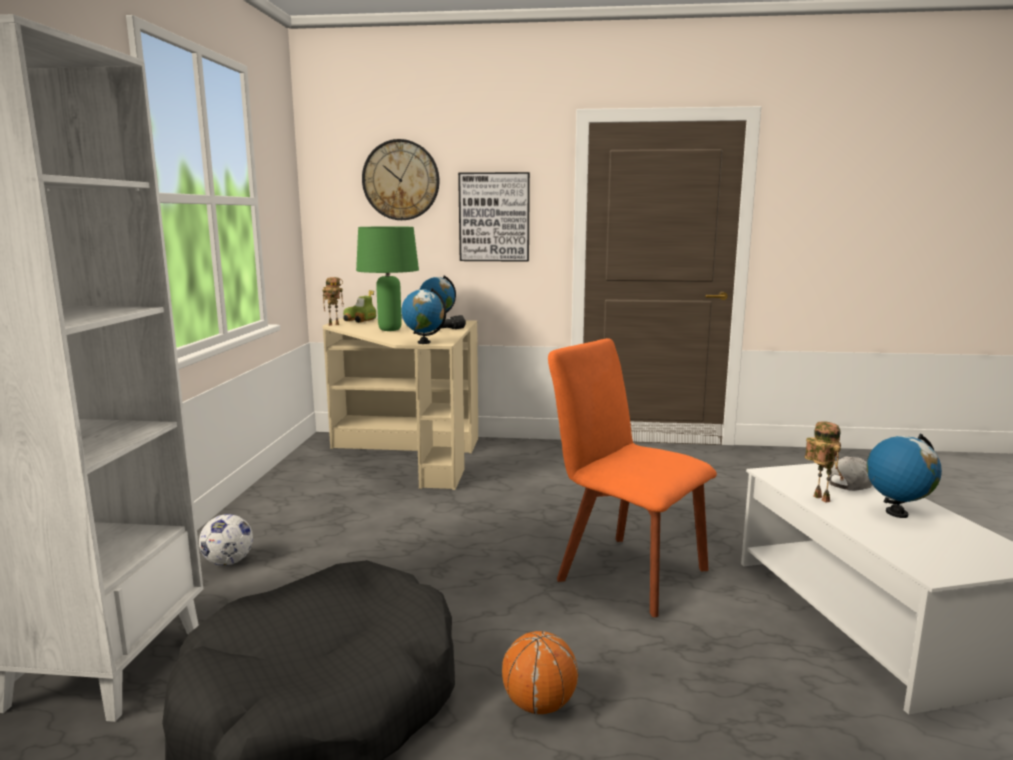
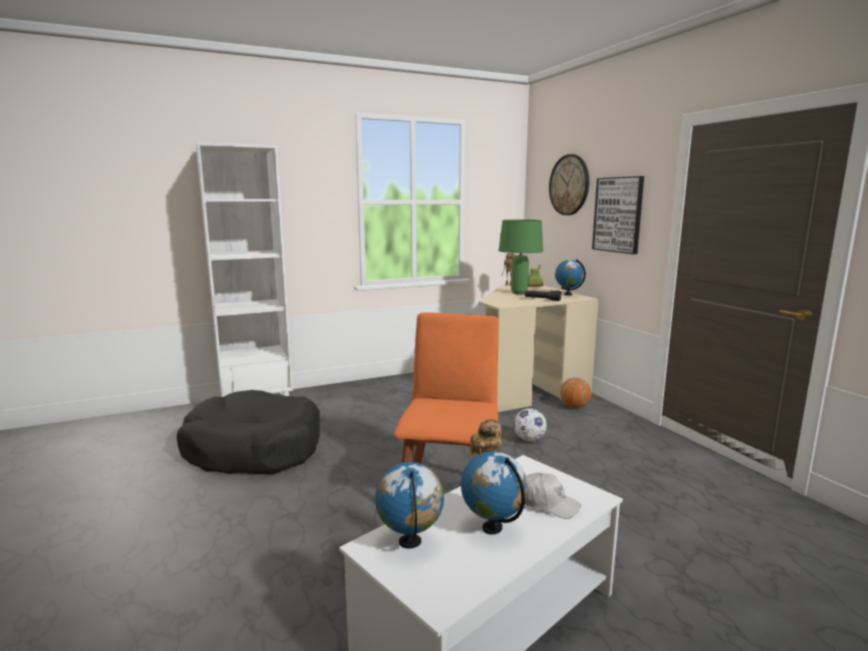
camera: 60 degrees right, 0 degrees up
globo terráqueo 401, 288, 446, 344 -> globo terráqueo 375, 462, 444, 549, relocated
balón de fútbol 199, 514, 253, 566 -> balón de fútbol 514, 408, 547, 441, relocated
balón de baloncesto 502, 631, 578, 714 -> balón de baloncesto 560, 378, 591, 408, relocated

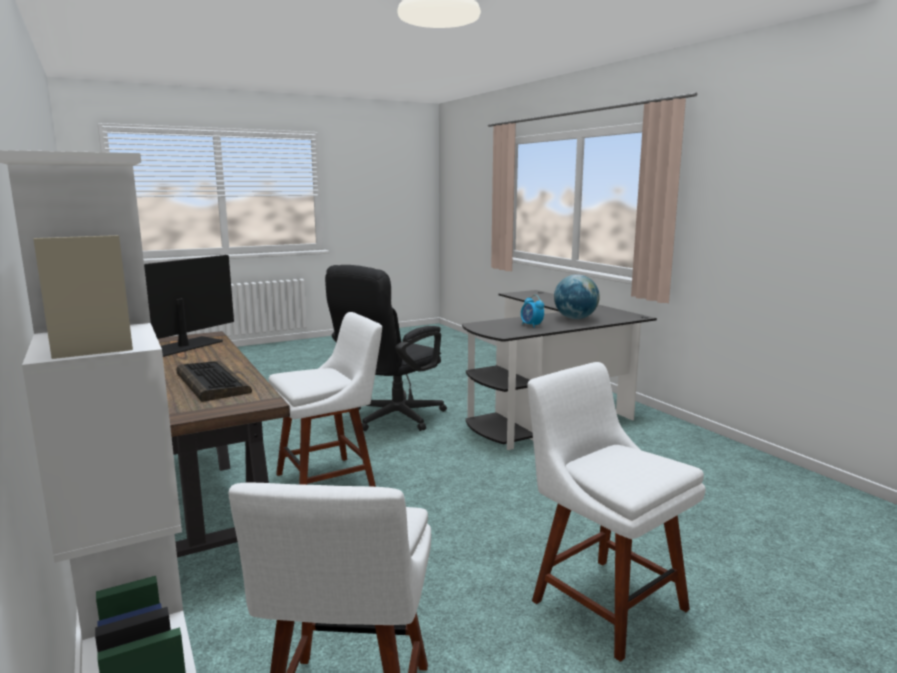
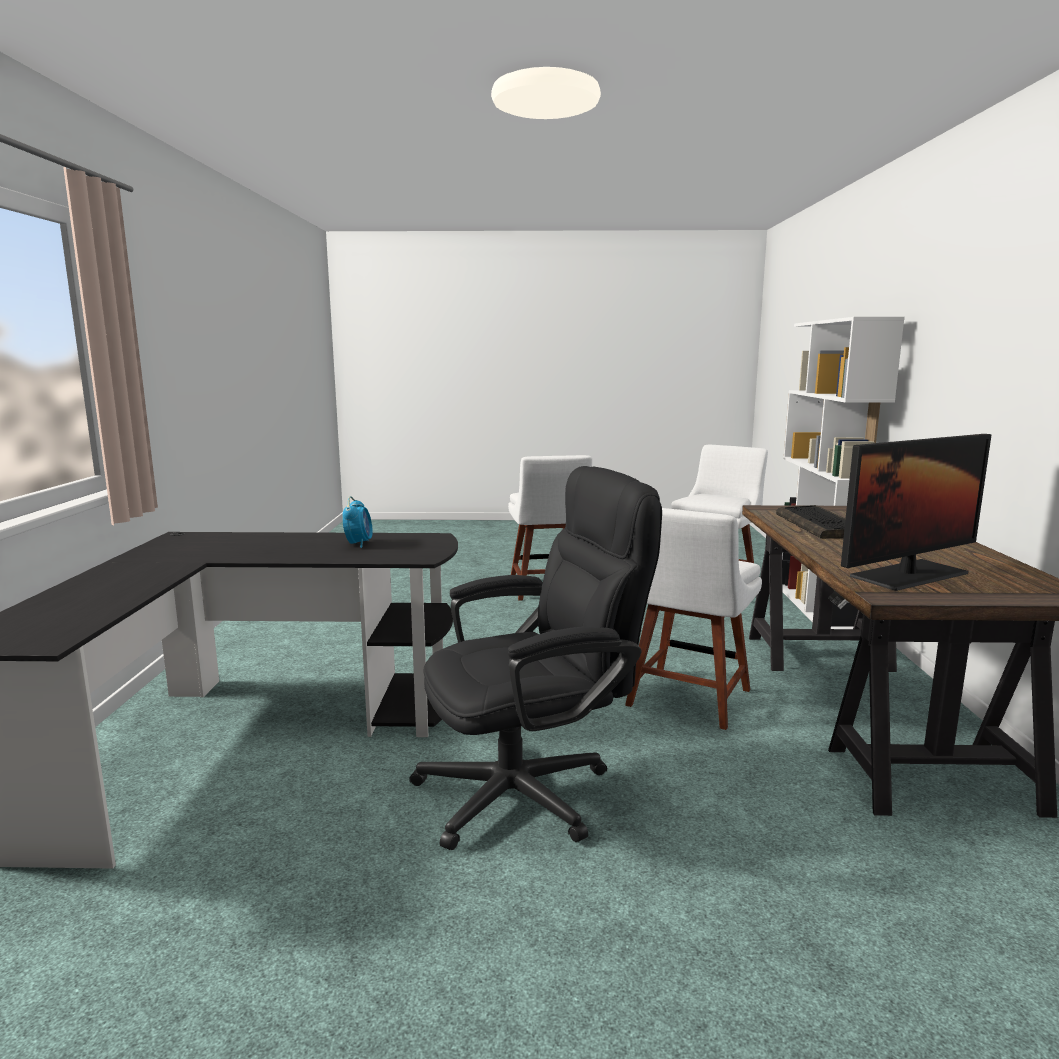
camera: 150 degrees left, 0 degrees up
globo terráqueo 554, 274, 600, 319 -> none
silla (blanco) 268, 312, 382, 487 -> silla (blanco) 625, 508, 762, 730, 60 degrees counterclockwise

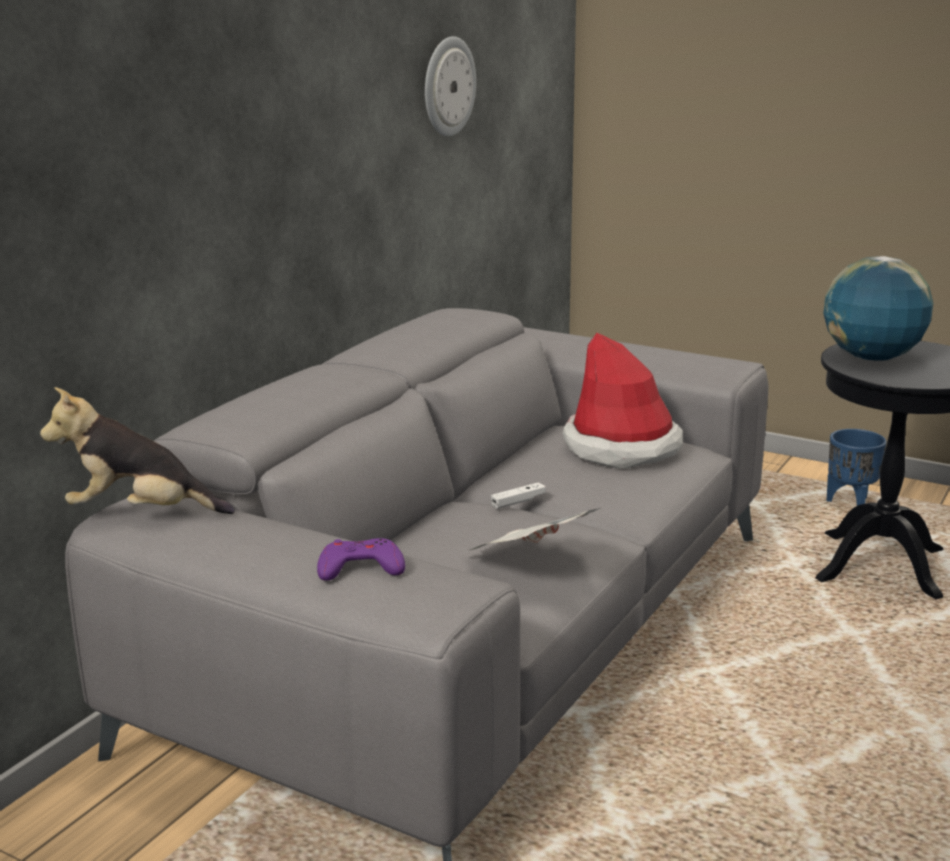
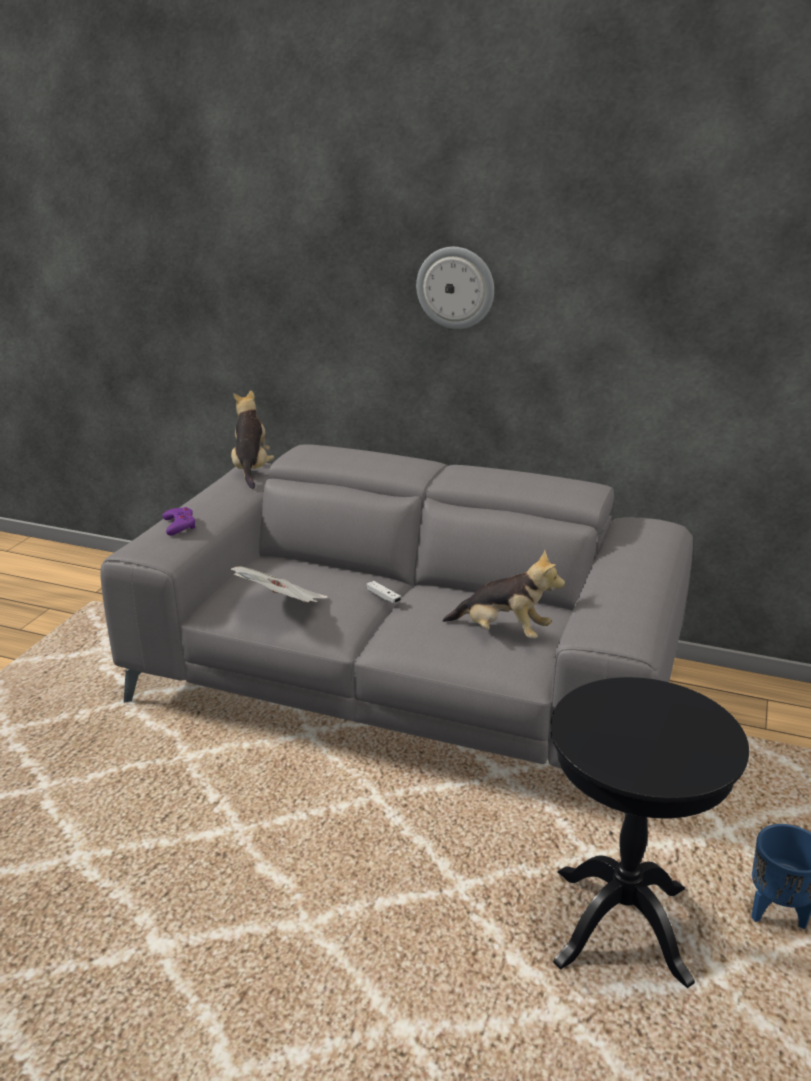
camera: 80 degrees right, 5 degrees up
reloj de pared 425, 36, 476, 136 -> reloj de pared 416, 247, 494, 329, relocated
globo terráqueo 823, 256, 934, 361 -> none
sombrero 562, 333, 683, 469 -> peluche 442, 550, 565, 639

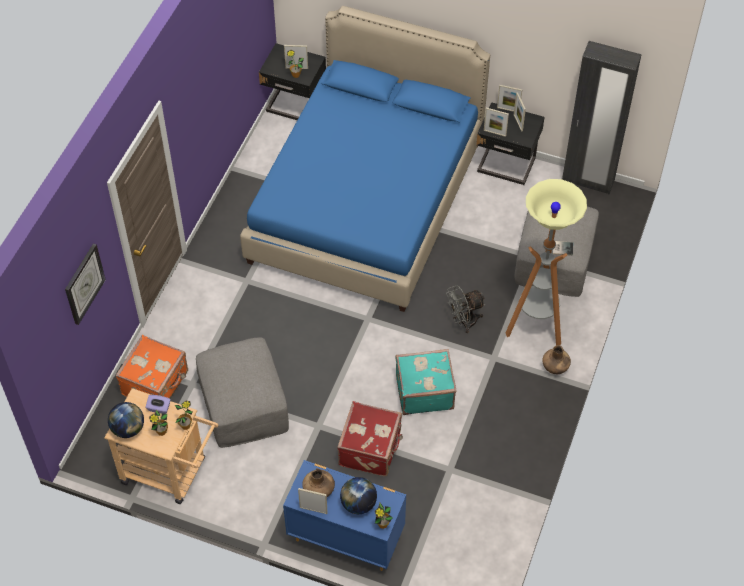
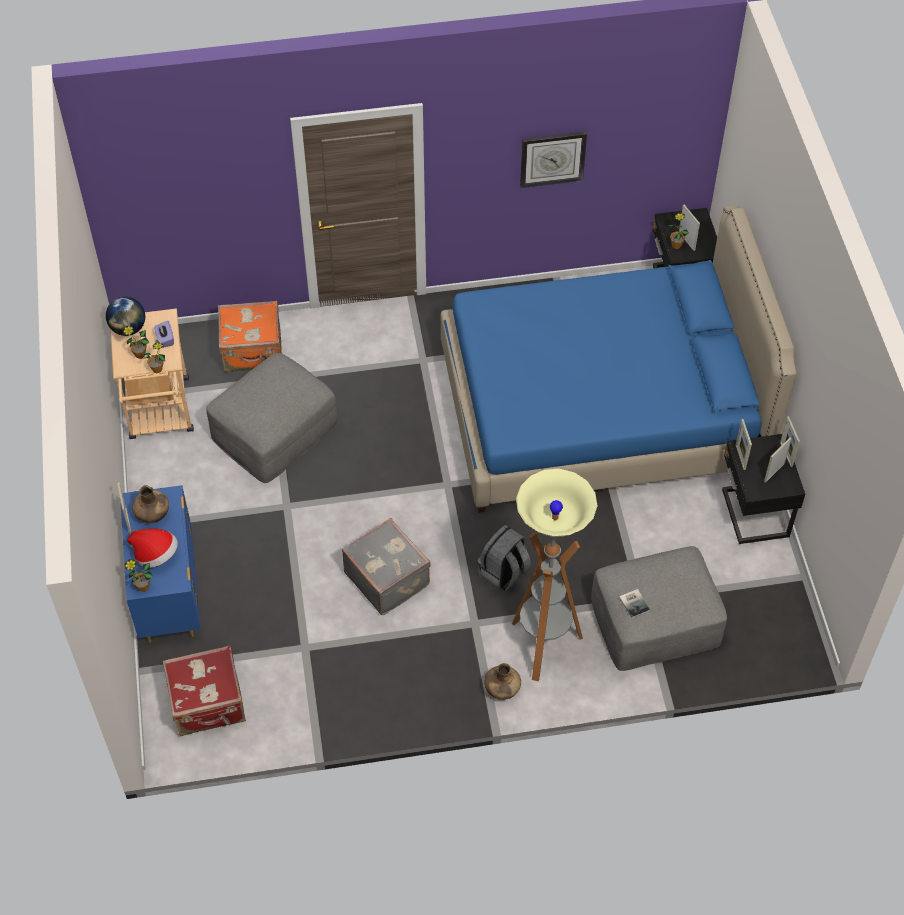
camera: 60 degrees right, 0 degrees up
armario ropero (negro) 562, 41, 642, 194 -> none
reloj de pared 65, 243, 106, 325 -> reloj de pared 520, 132, 587, 188, relocated
ventilador (gris) 446, 285, 486, 333 -> mochila (gris) 477, 525, 531, 591
maleta (turquesa) 396, 349, 457, 415 -> maleta (gris) 342, 518, 431, 615
maleta (rojo) 337, 401, 403, 476 -> maleta (rojo) 163, 645, 246, 736, relocated
globo terráqueo 340, 477, 377, 514 -> sombrero 127, 528, 178, 568

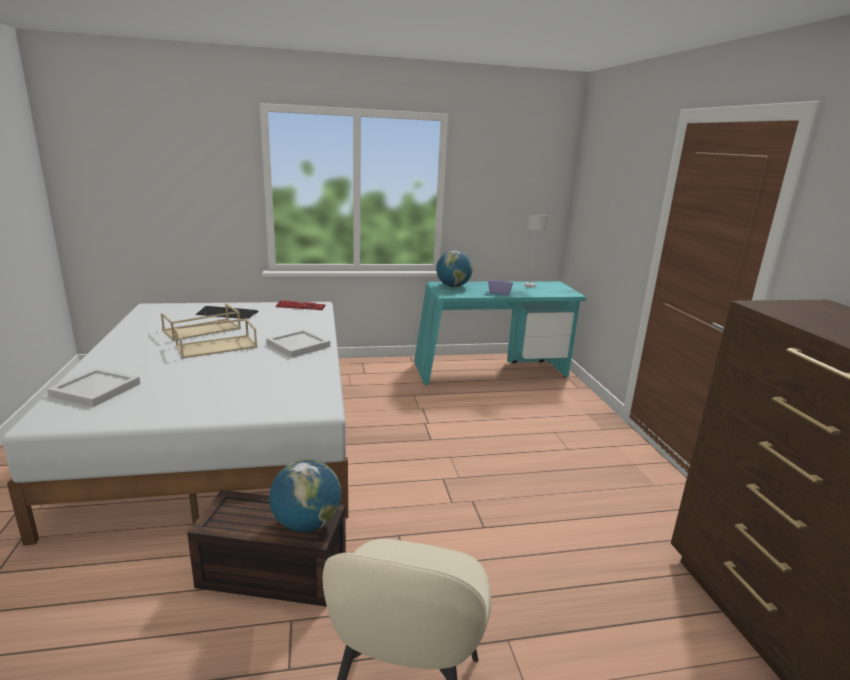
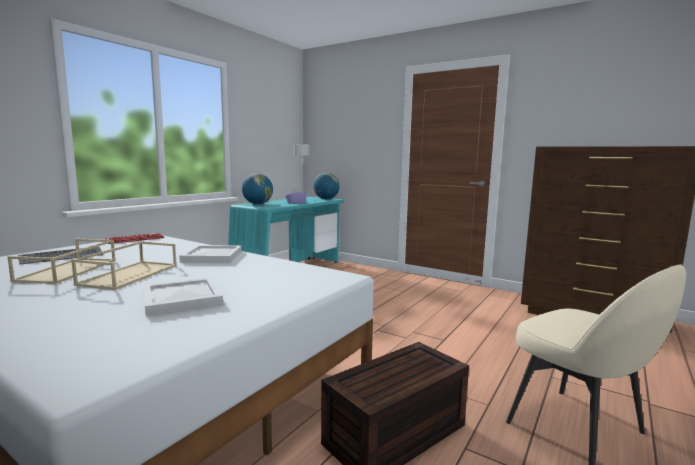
camera: 45 degrees left, 10 degrees down
bandeja (blanco) 47, 368, 140, 407 -> bandeja (blanco) 143, 277, 223, 317, relocated
globo terráqueo 270, 459, 341, 532 -> globo terráqueo 313, 173, 340, 200, relocated

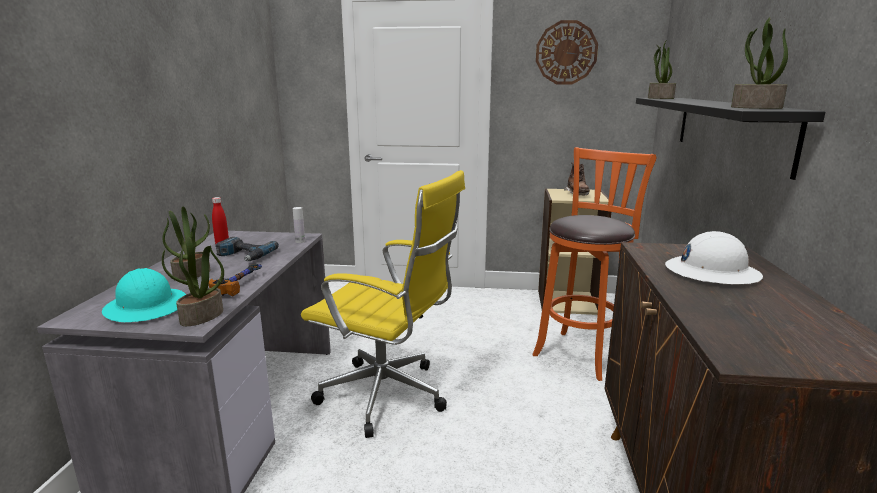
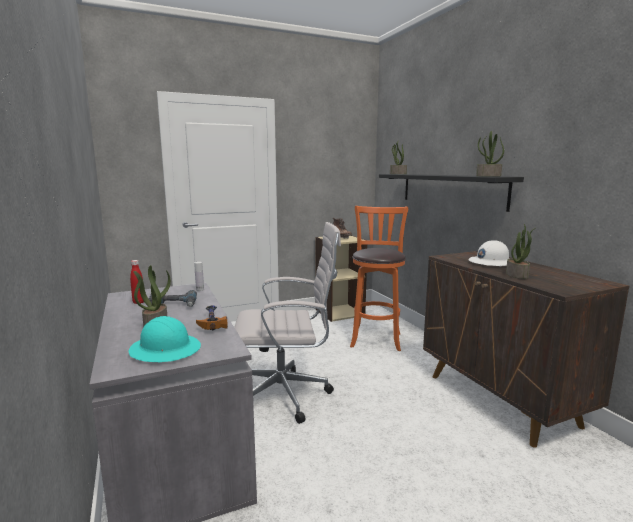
camera: 30 degrees left, 5 degrees down
reloj de pared 536, 20, 598, 84 -> none
silla de oficina (amarillo) 301, 170, 465, 438 -> silla de oficina (blanco) 234, 222, 341, 424
planta en maceta 162, 237, 224, 326 -> planta en maceta 506, 224, 535, 279, relocated

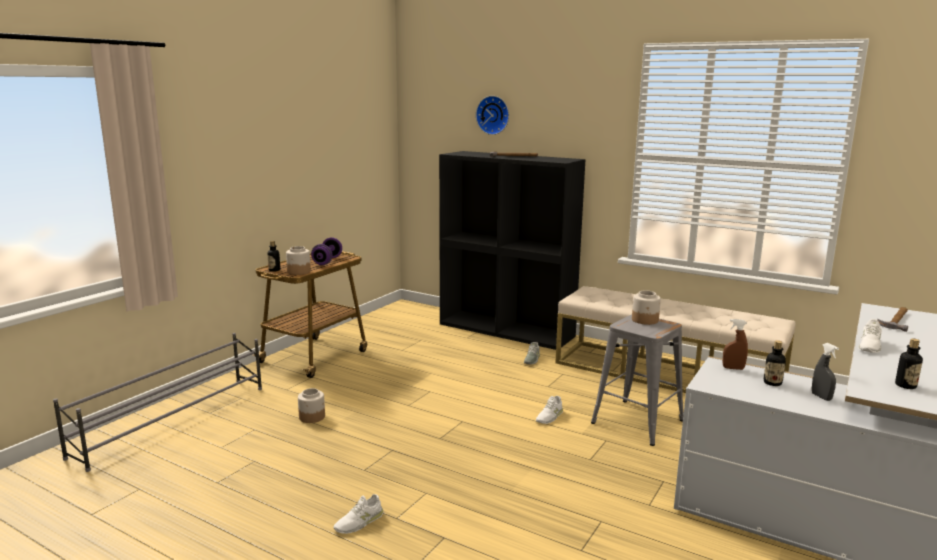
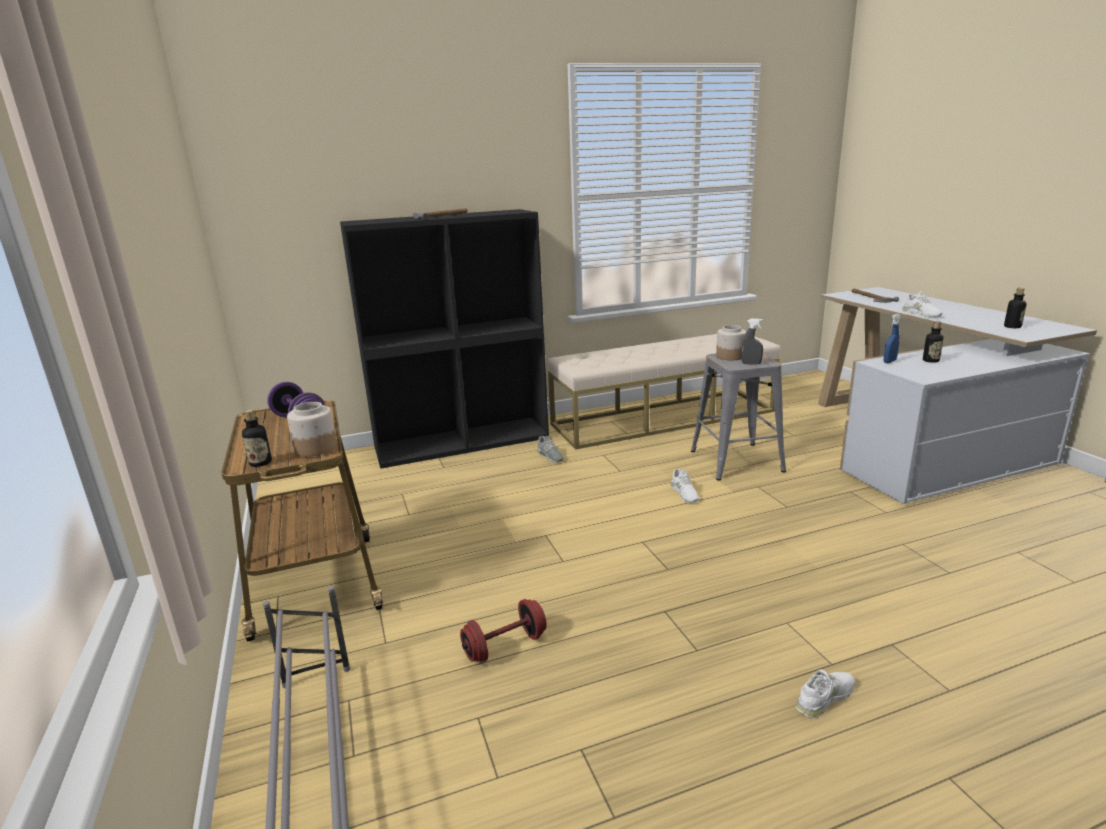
camera: 50 degrees left, 5 degrees up
reloj de pared 476, 96, 509, 135 -> none
pulverizador (marrón) 723, 319, 748, 370 -> pulverizador (azul) 884, 314, 901, 363
pulverizador (gris) 812, 343, 839, 401 -> pulverizador (gris) 741, 319, 763, 365, relocated
tarro 298, 388, 325, 423 -> mancuerna (rojo) 460, 599, 547, 662
zapato (blanco) 333, 494, 384, 534 -> zapato (blanco) 796, 669, 855, 718, 120 degrees counterclockwise

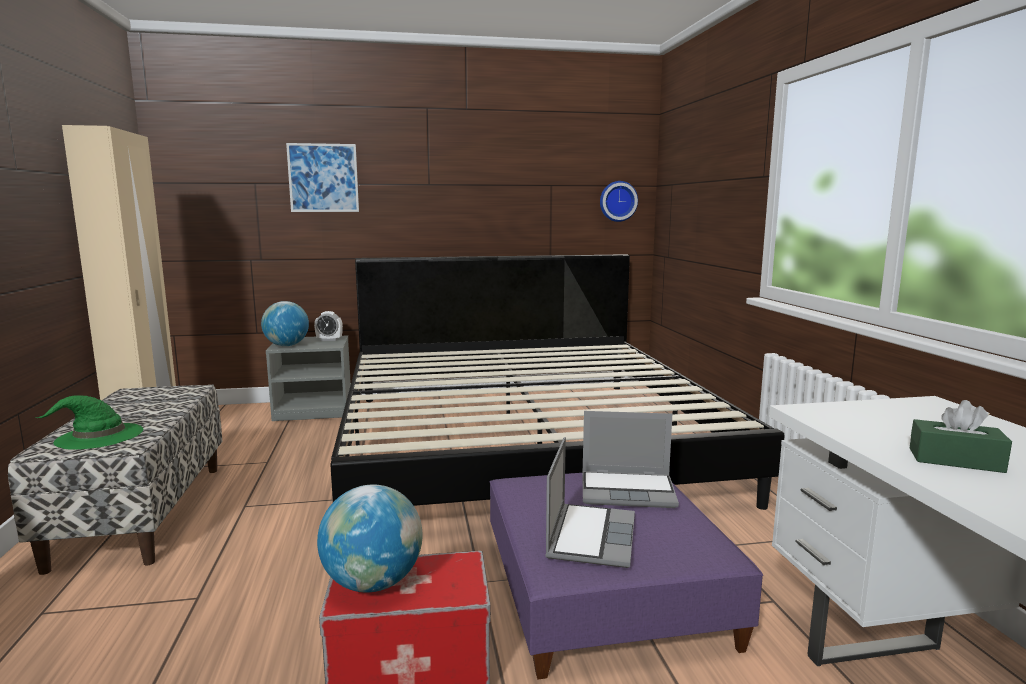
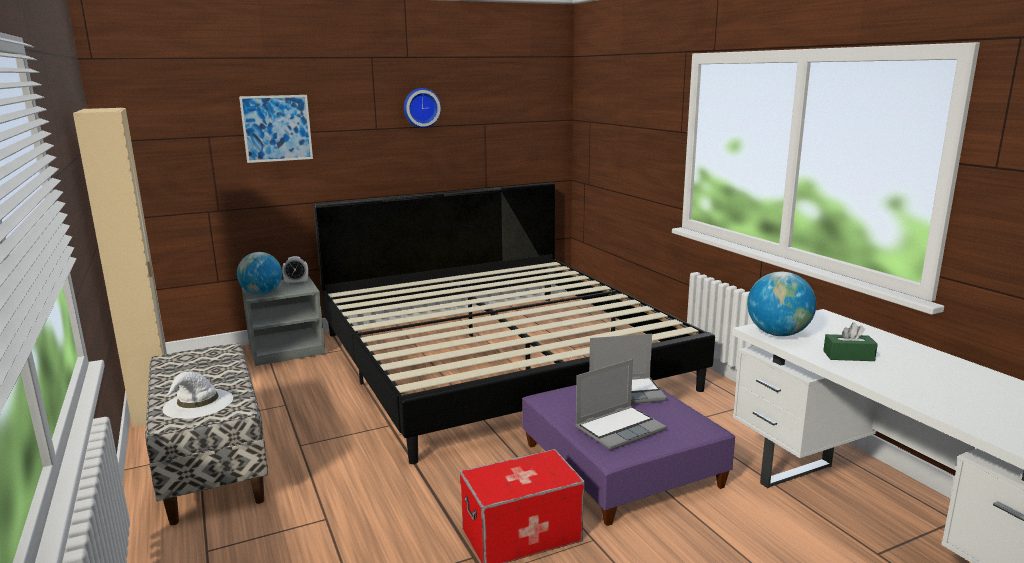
camera: 15 degrees left, 5 degrees up
reloj de pared 600, 181, 638, 222 -> reloj de pared 404, 88, 441, 128, relocated
sombrero (verde) 35, 395, 143, 450 -> sombrero (blanco) 162, 372, 233, 419
portátil 545, 437, 635, 568 -> portátil 575, 359, 666, 450, 60 degrees clockwise
globo terráqueo 317, 485, 422, 592 -> globo terráqueo 747, 272, 816, 336, relocated

